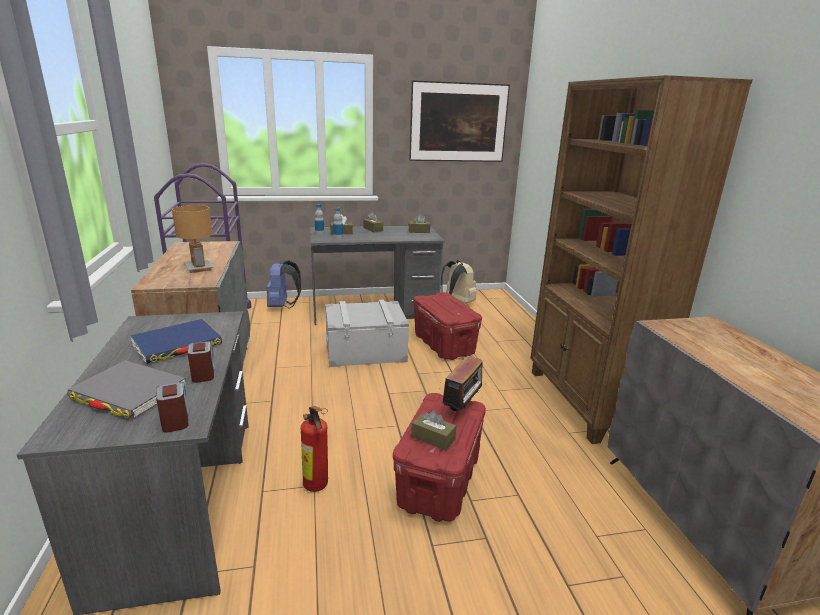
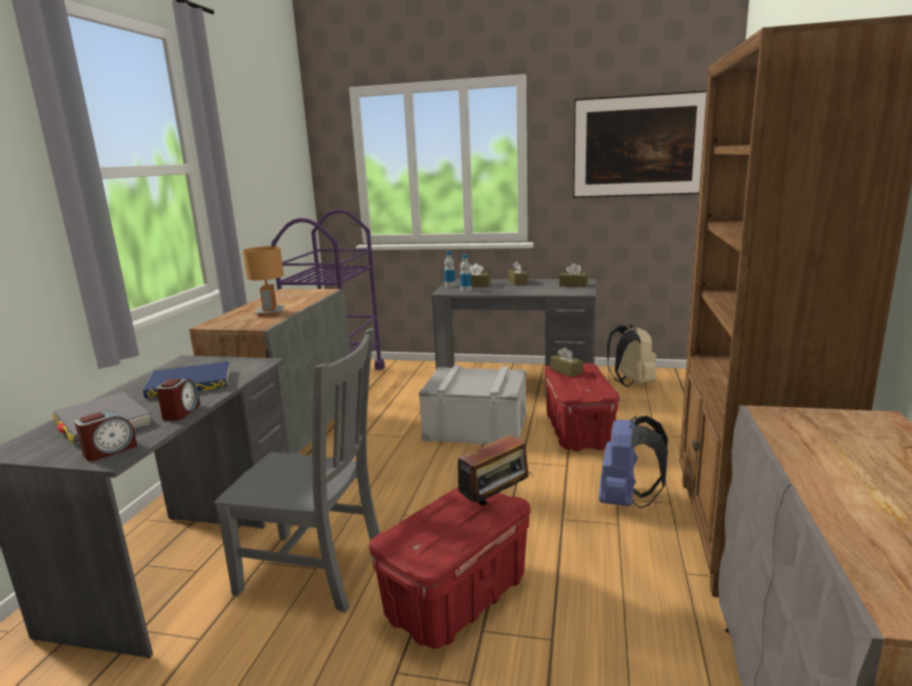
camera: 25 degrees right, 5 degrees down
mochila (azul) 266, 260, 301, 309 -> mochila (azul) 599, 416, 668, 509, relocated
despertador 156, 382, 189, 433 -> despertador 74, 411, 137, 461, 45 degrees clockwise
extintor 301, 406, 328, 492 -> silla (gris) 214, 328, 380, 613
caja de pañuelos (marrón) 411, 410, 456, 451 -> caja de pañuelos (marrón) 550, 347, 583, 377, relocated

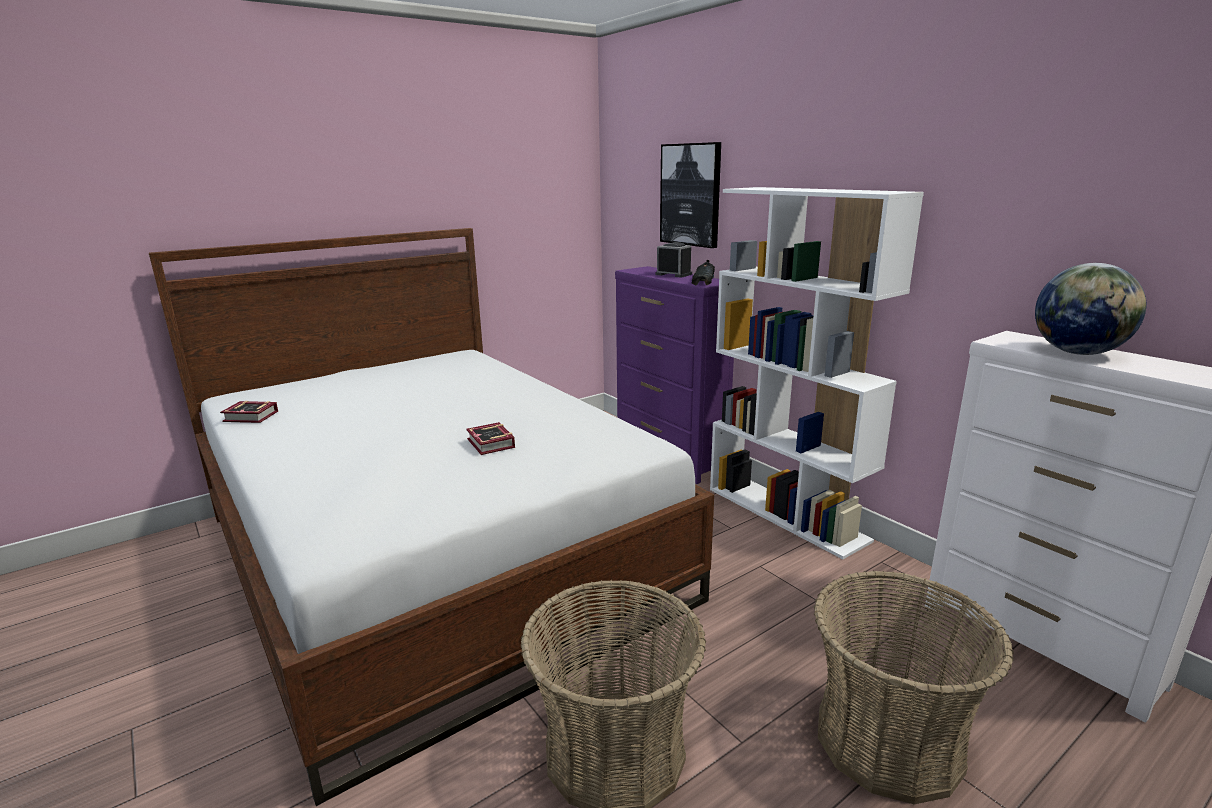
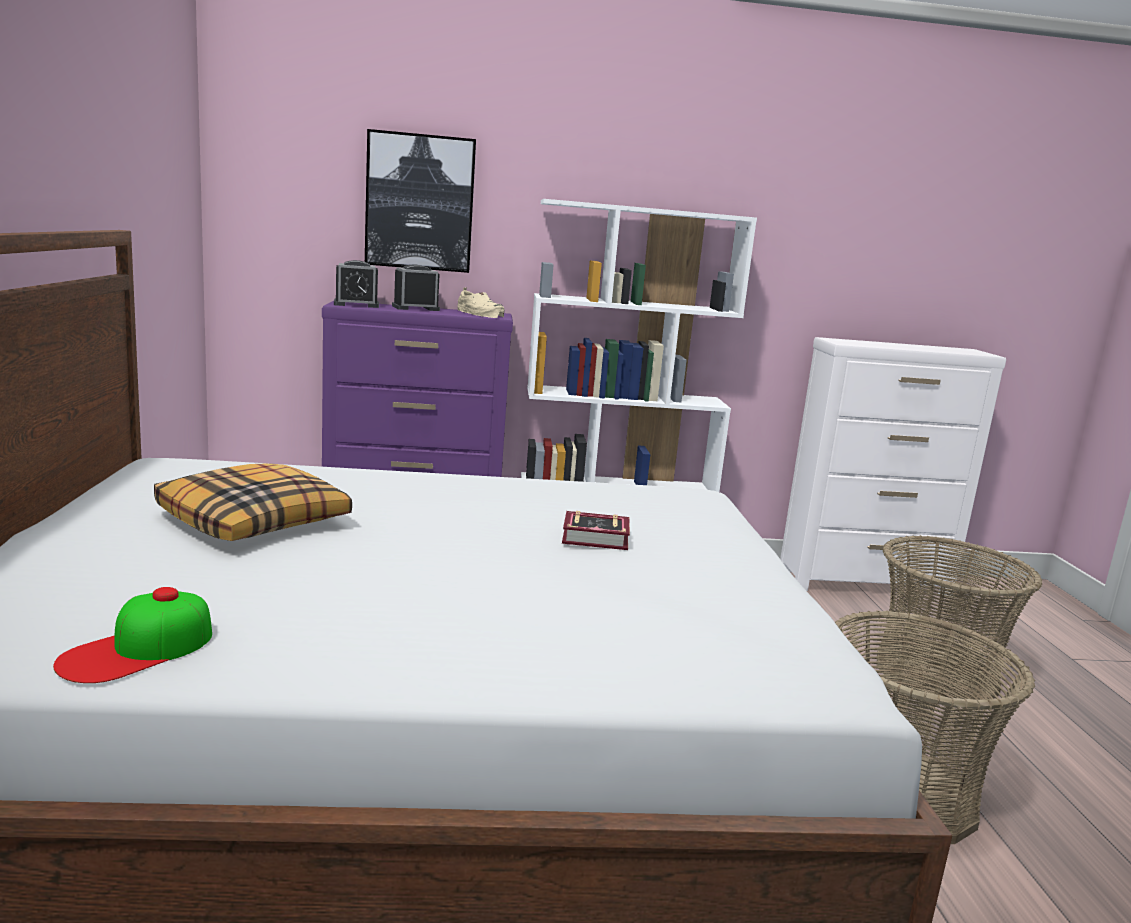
camera: 60 degrees left, 5 degrees down
zapato (negro) 692, 260, 715, 285 -> zapato (beis) 457, 287, 504, 318
globo terráqueo 1035, 263, 1146, 355 -> none
libro 220, 401, 278, 423 -> gorra 53, 587, 212, 683
none -> despertador 334, 260, 379, 308
none -> cojín 154, 464, 352, 541

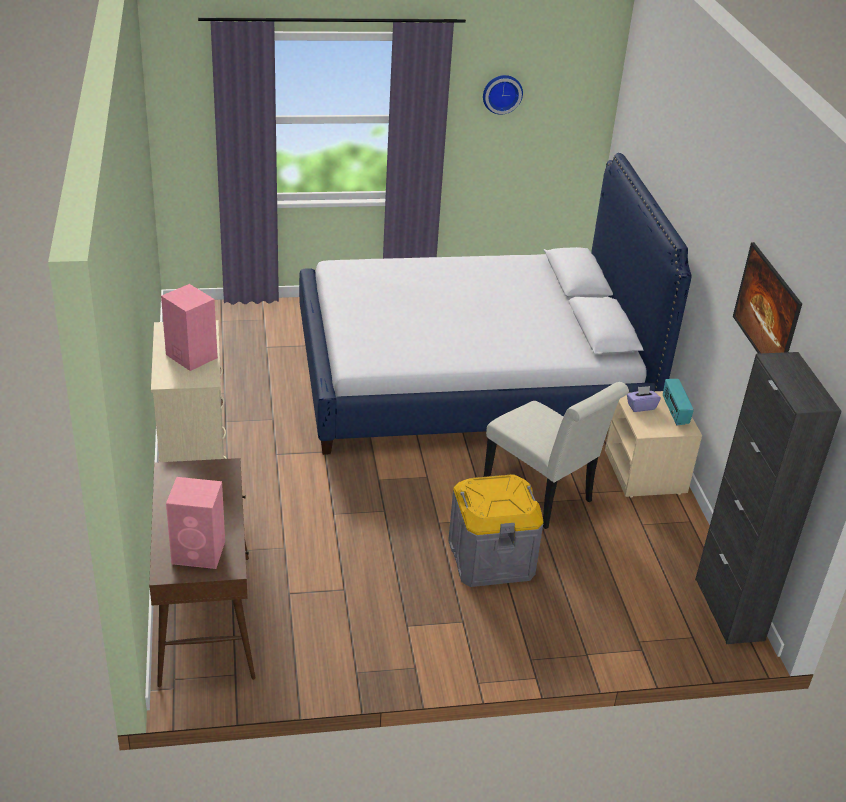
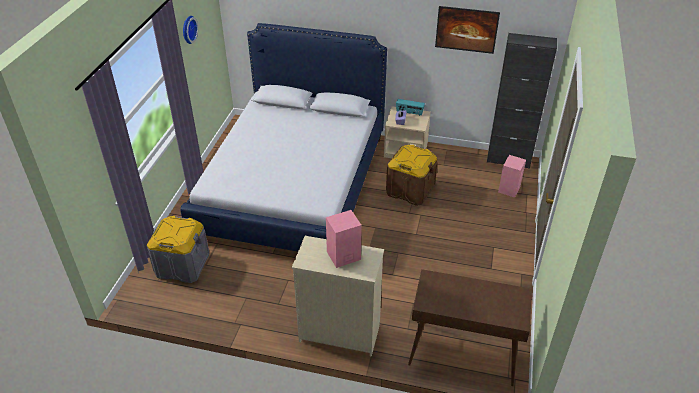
camera: 65 degrees left, 5 degrees up
silla (blanco) 484, 382, 629, 529 -> caja de almacenaje (marrón) 386, 145, 438, 206
caja de almacenaje (gris) 448, 474, 544, 587 -> caja de almacenaje (gris) 147, 216, 210, 283, relocated
altavoz (rosa) 166, 477, 225, 569 -> altavoz (rosa) 498, 155, 526, 198, relocated

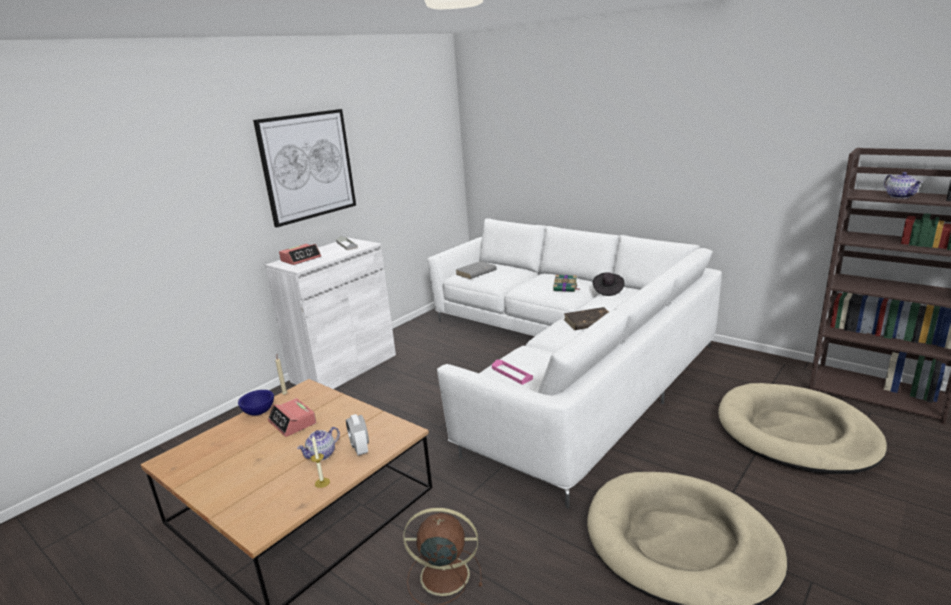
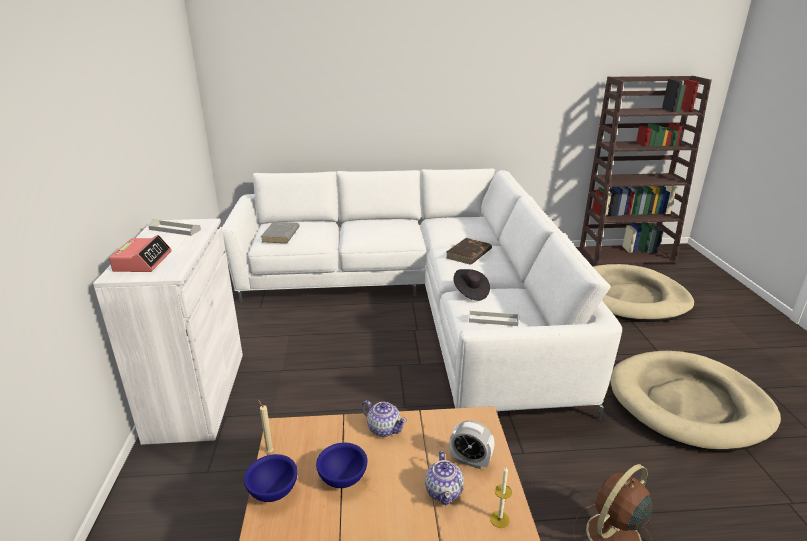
camera: 45 degrees left, 5 degrees up
cuadro 253, 109, 356, 227 -> none
tetera 884, 172, 923, 199 -> tetera 361, 400, 407, 437, relocated
sombrero (negro) 593, 272, 625, 296 -> sombrero (negro) 453, 269, 490, 301, relocated
libro 553, 275, 579, 292 -> none
bandeja (rosa) 492, 359, 533, 385 -> bandeja (gris) 469, 311, 518, 326
despertador 268, 398, 316, 437 -> cuenco (azul) 316, 443, 368, 488

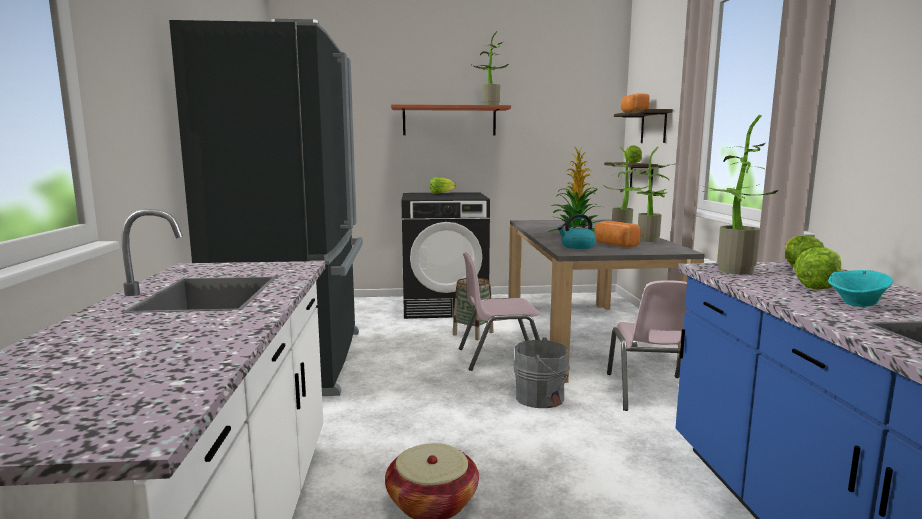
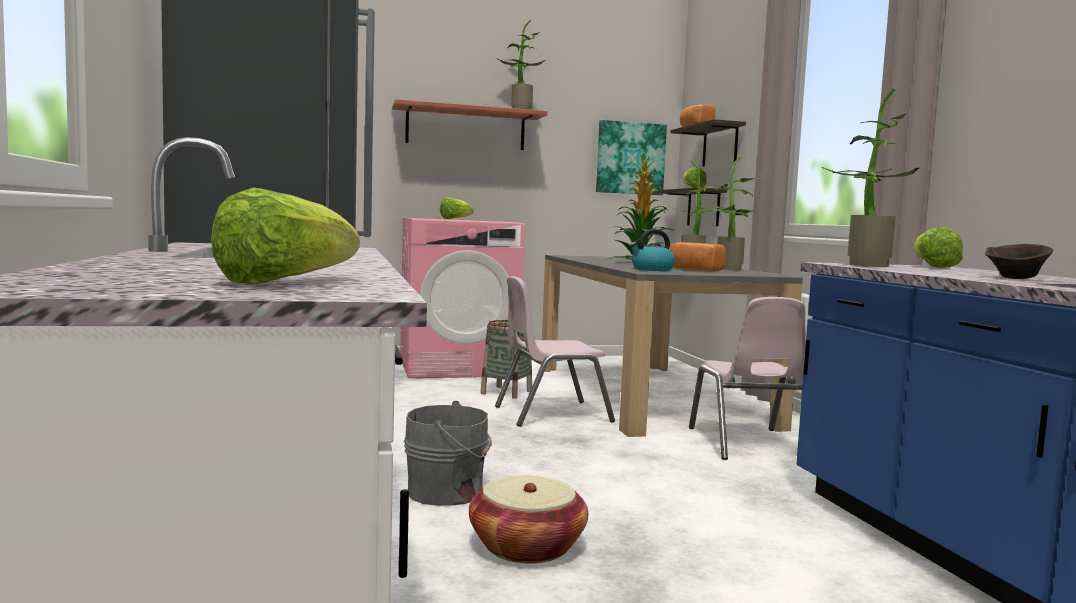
camera: 10 degrees left, 5 degrees down
lavadora (negro) 401, 192, 490, 319 -> lavadora (rosa) 400, 218, 525, 378
lechuga 794, 247, 841, 289 -> lechuga 211, 187, 360, 285, relocated
cuenco (turquesa) 828, 270, 893, 307 -> cuenco (marrón) 985, 244, 1053, 279
cubo (gris) 513, 337, 570, 408 -> cubo (gris) 404, 401, 492, 506, relocated
none -> cuadro 596, 120, 667, 195

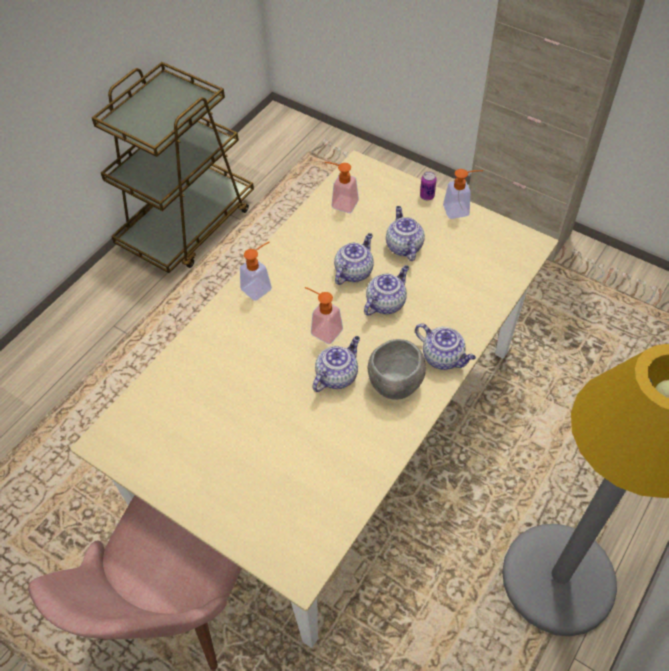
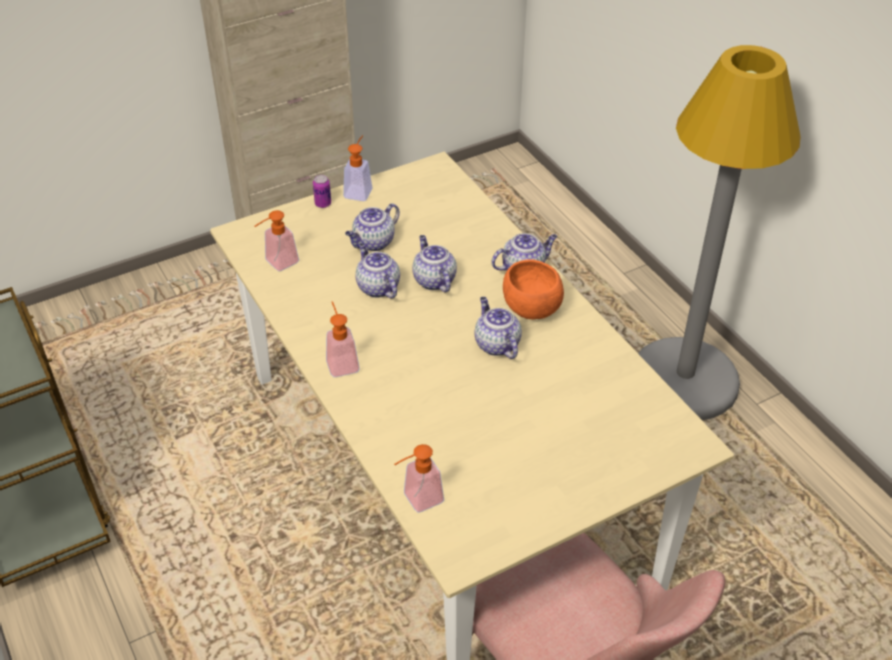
camera: 65 degrees left, 10 degrees down
tetera 386, 206, 425, 261 -> tetera 345, 203, 400, 251, 60 degrees counterclockwise
dispensador de jabón 305, 287, 343, 344 -> dispensador de jabón 394, 444, 444, 513, relocated
cuenco (gris) 367, 339, 426, 400 -> cuenco (naranja) 503, 259, 564, 319

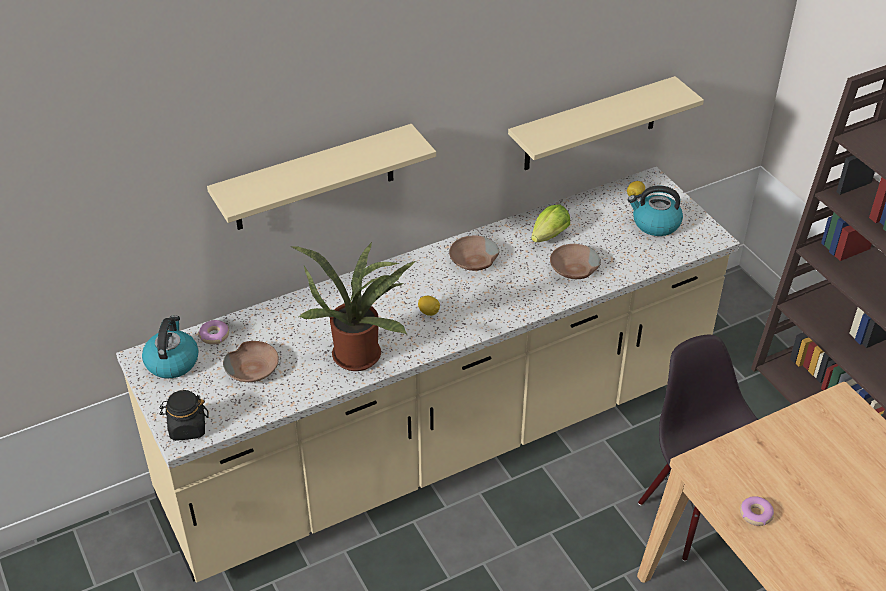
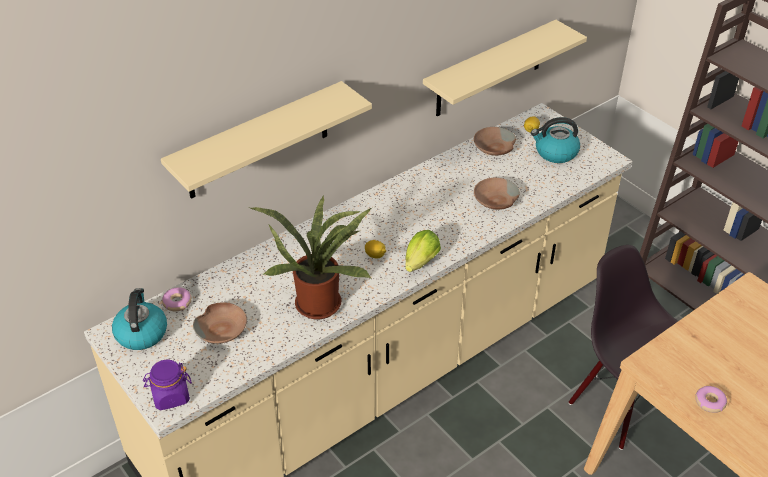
camera: 10 degrees left, 0 degrees up
lechuga 531, 205, 570, 242 -> lechuga 405, 230, 441, 272, relocated
cuenco (marrón) 449, 236, 499, 271 -> cuenco (marrón) 474, 127, 516, 156, relocated
tarro (negro) 159, 390, 209, 441 -> tarro (morado) 143, 360, 192, 410

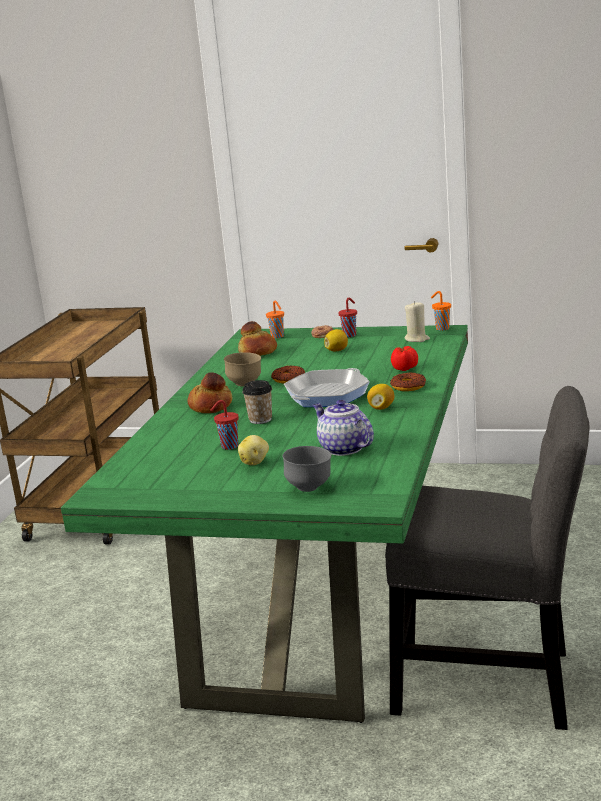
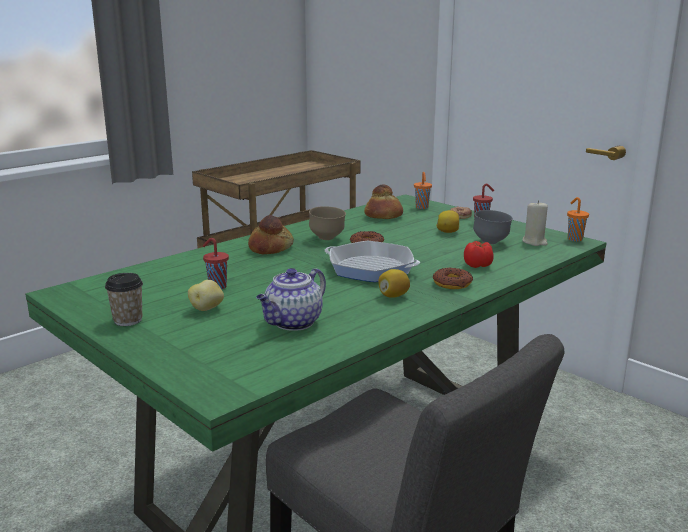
camera: 30 degrees right, 0 degrees up
sartén 284, 368, 370, 407 -> sartén 325, 240, 420, 282, 45 degrees clockwise
taza 242, 380, 272, 424 -> taza 105, 273, 143, 326, relocated
tetera 313, 400, 374, 456 -> tetera 256, 268, 326, 331, 135 degrees counterclockwise
cuenco (gris) 282, 446, 331, 492 -> cuenco (gris) 473, 210, 513, 244, relocated

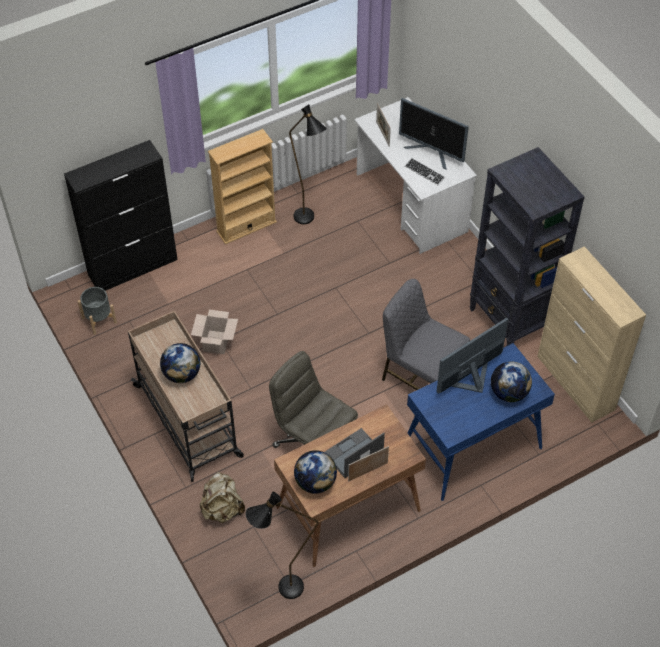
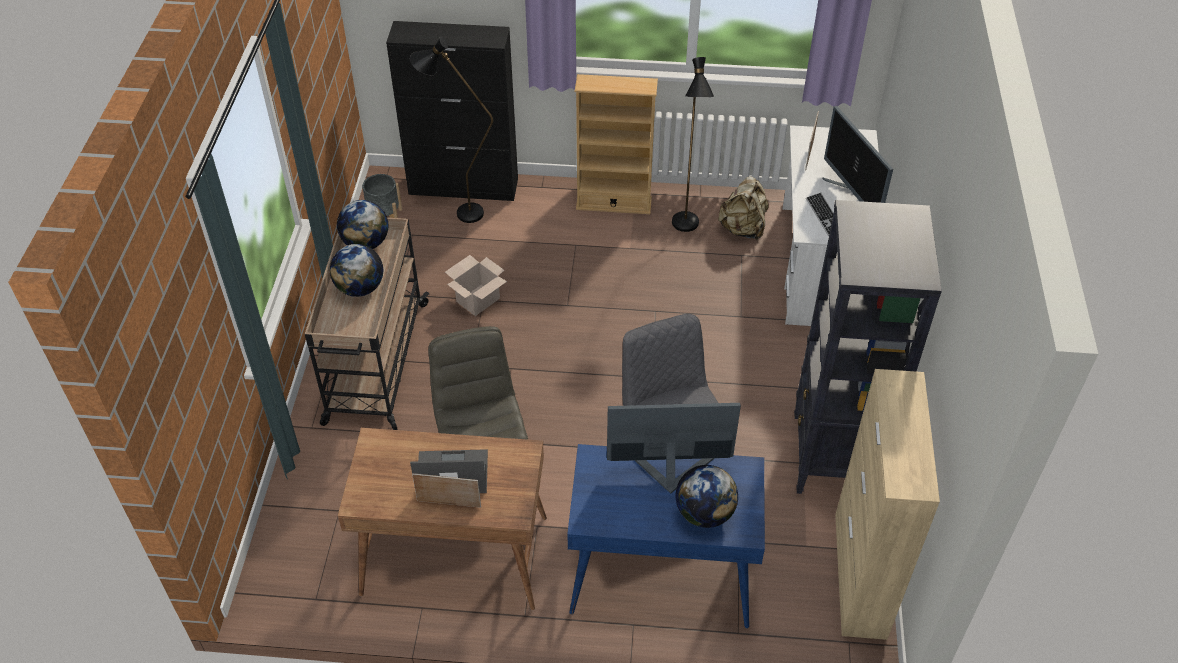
camera: 35 degrees right, 5 degrees down
globo terráqueo 294, 450, 337, 494 -> globo terráqueo 337, 200, 388, 249, relocated
mochila (beis) 200, 472, 245, 523 -> mochila (beis) 718, 176, 769, 240, relocated
lámpara de pie (negro) 245, 492, 319, 599 -> lámpara de pie (negro) 410, 37, 493, 223, relocated

